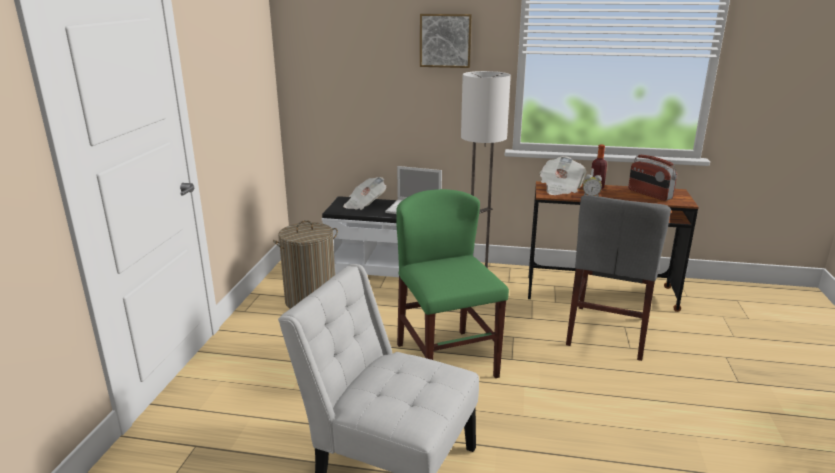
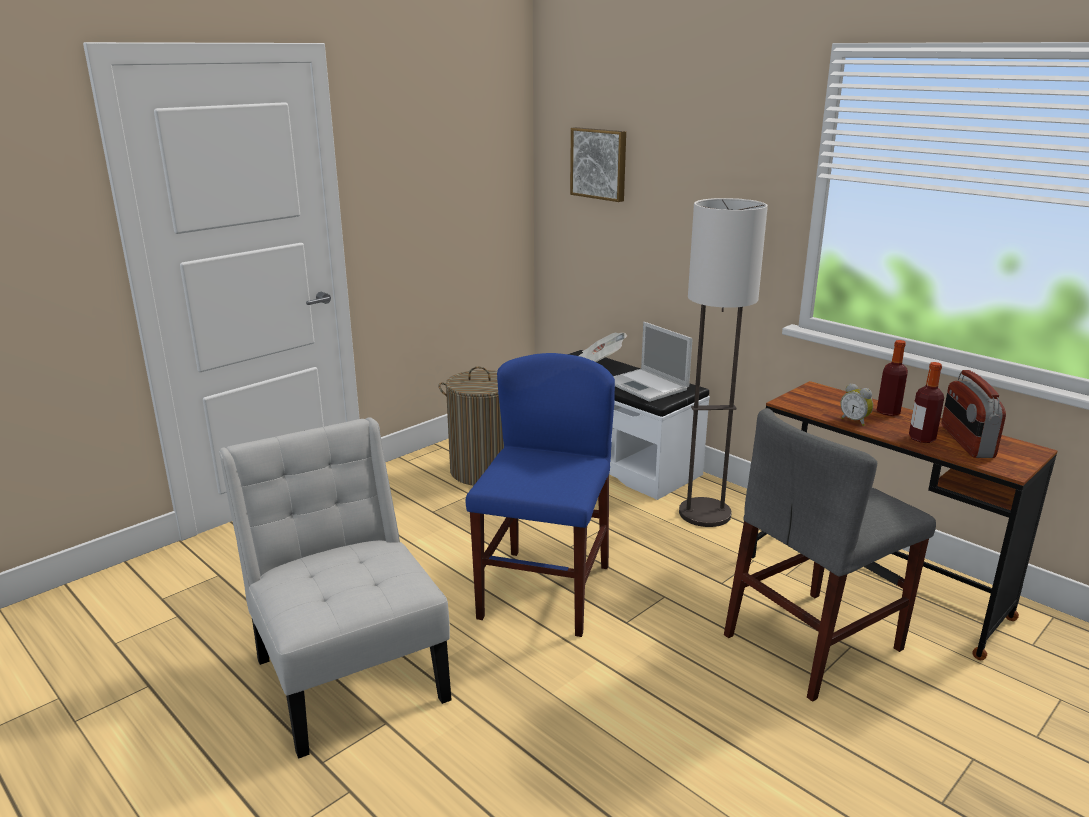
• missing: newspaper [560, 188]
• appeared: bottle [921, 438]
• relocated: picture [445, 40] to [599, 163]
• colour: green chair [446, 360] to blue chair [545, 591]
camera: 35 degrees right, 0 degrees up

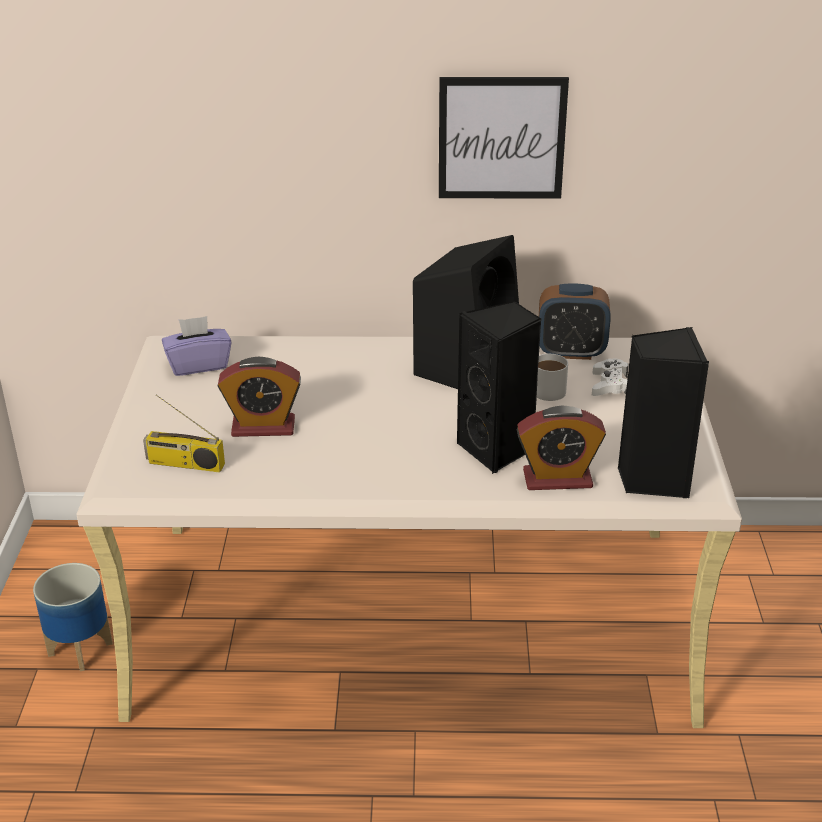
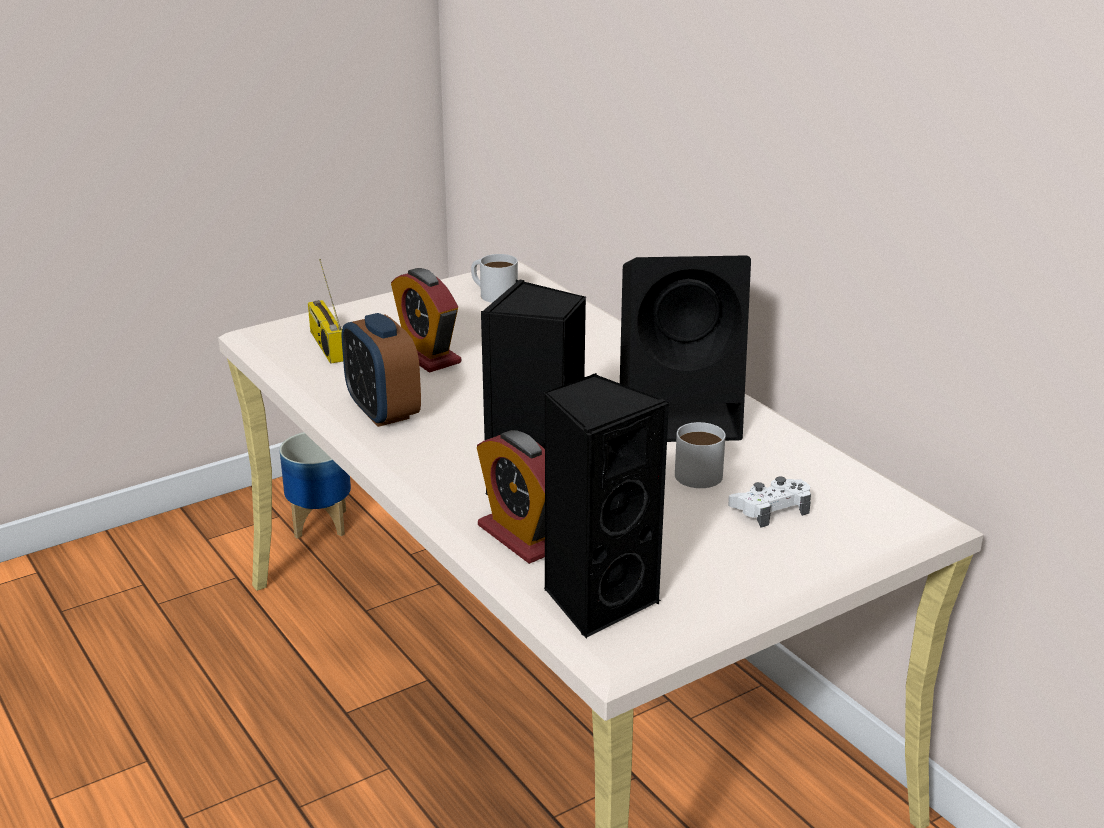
• missing: picture [501, 138]
• relocated: alarm clock [571, 352] to [383, 411]
• exchanged: purple tissue box [198, 365] to white mug [493, 293]
camera: 55 degrees right, 5 degrees down

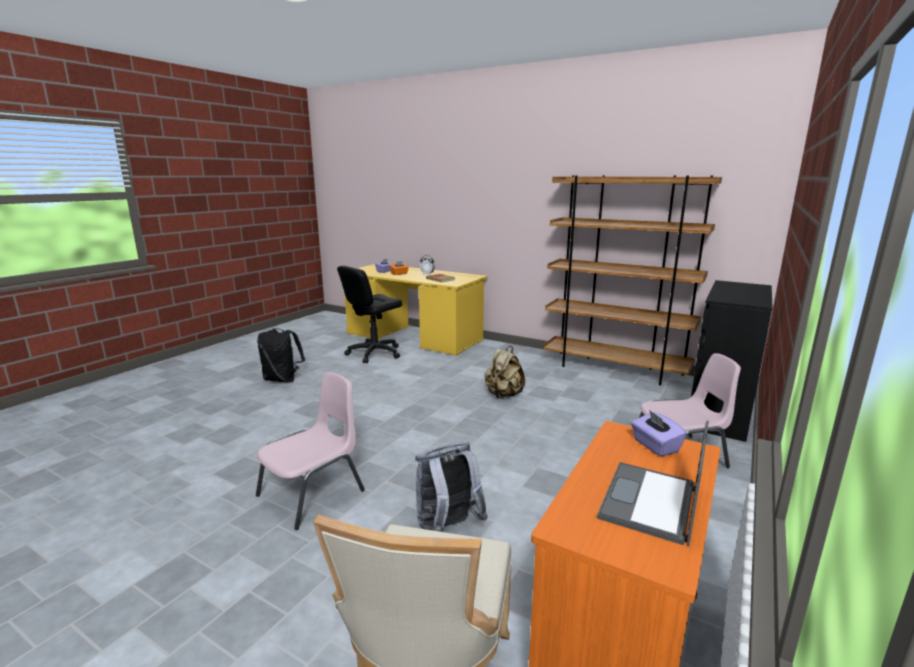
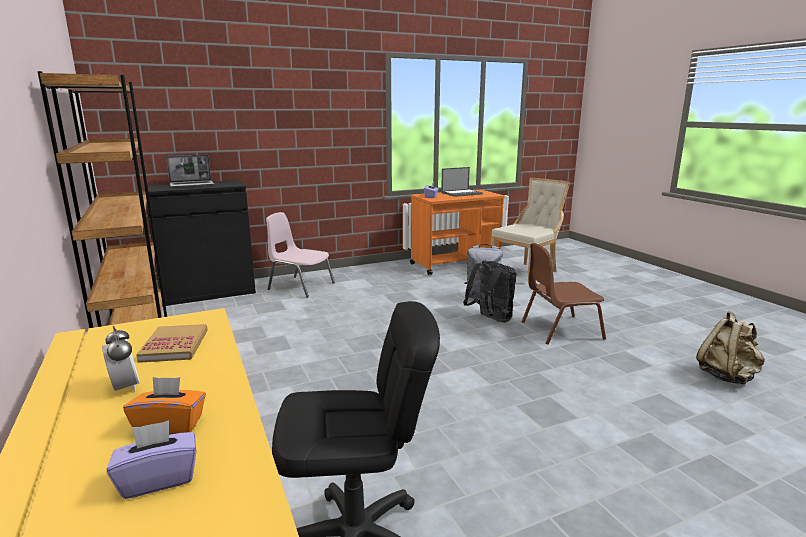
• appeared: laptop [192, 185]
• relocated: black backpack [282, 379] to [490, 319]
• relocated: beige backpack [503, 395] to [727, 376]
• colour: pink chair [313, 493] to brown chair [560, 330]
camera: 145 degrees left, 0 degrees up

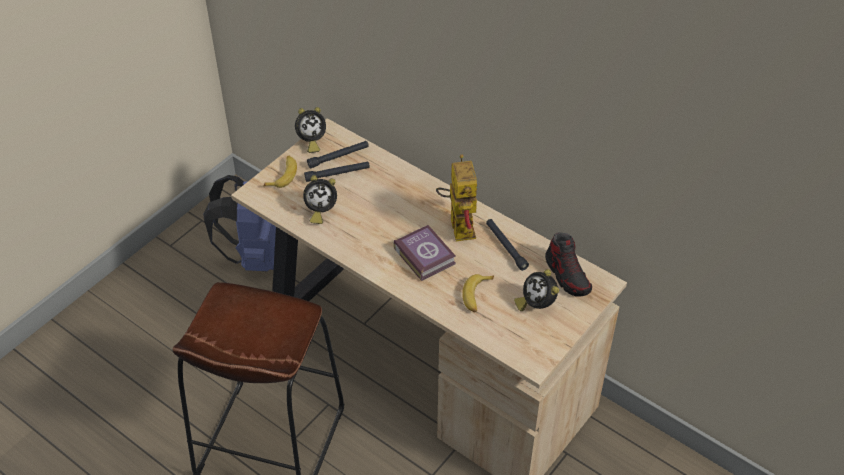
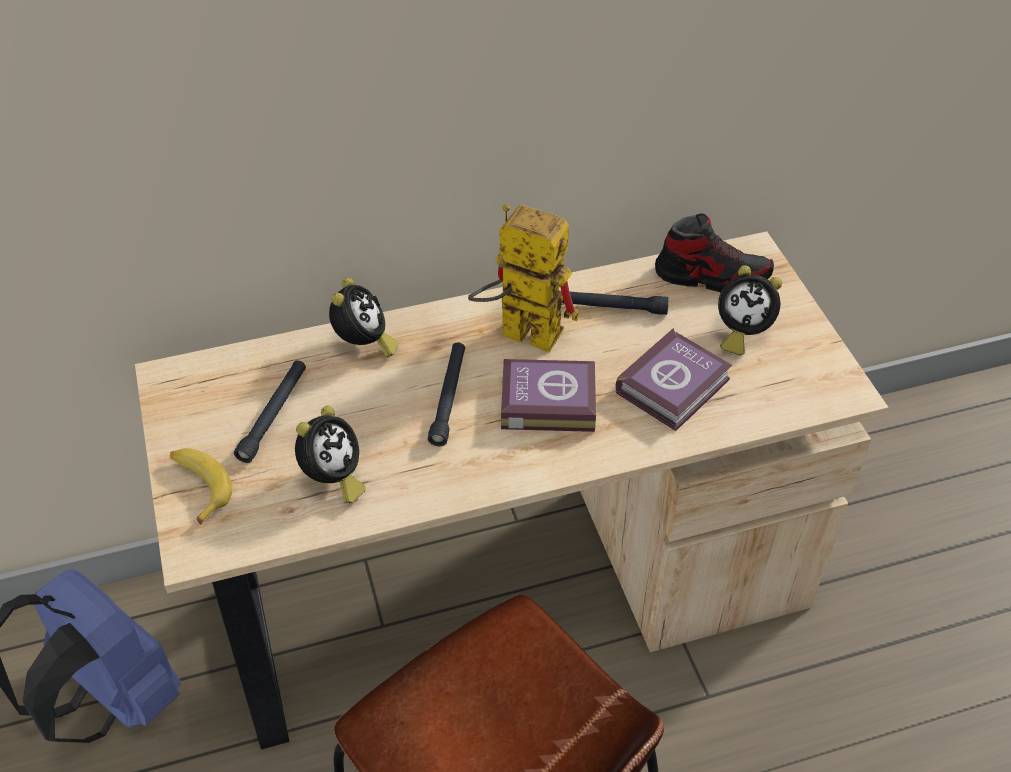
• relocated: alarm clock [311, 142] to [364, 344]
• relocated: black flashlight [338, 157] to [448, 397]
• exchanged: banana [477, 296] to book [675, 385]
camera: 55 degrees left, 0 degrees up

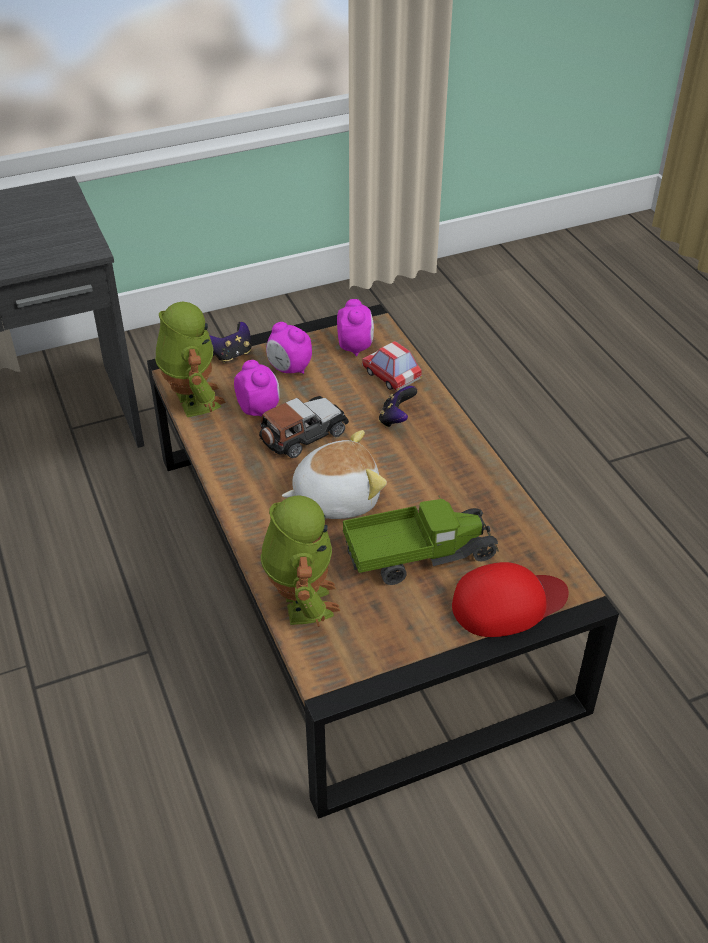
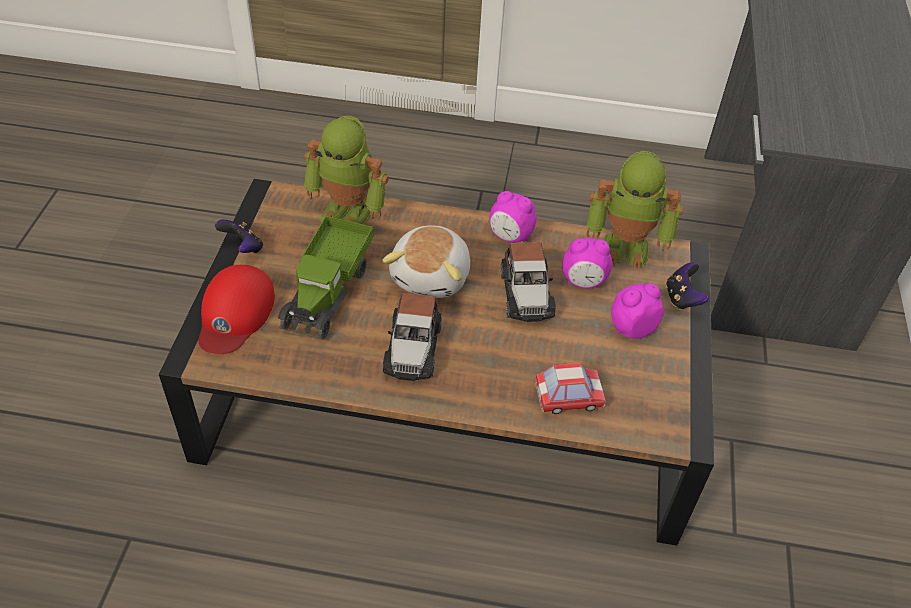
• appeared: toy car [413, 348]
• relocated: alarm clock [355, 347] to [510, 236]
• relocated: game controller [396, 419] to [243, 248]
camera: 120 degrees right, 5 degrees up

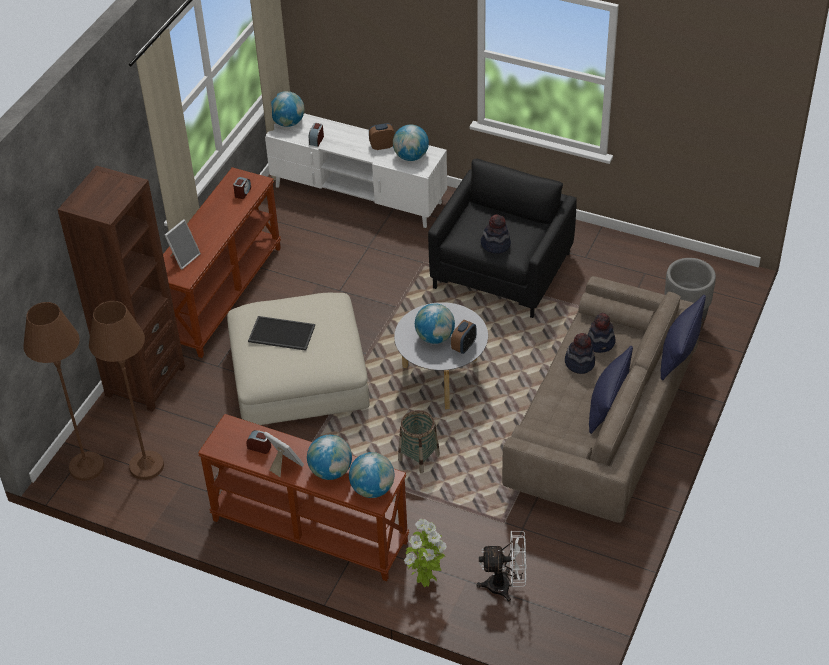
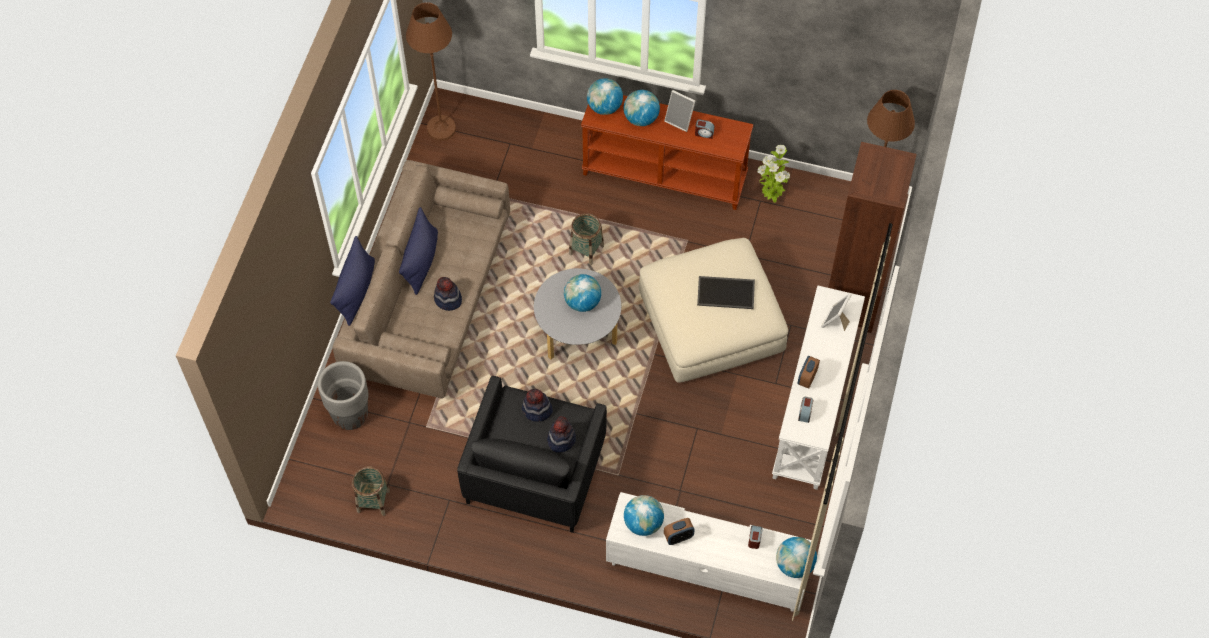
• missing: white fan [505, 586]
• appeared: basket [373, 501]
• relocated: brown floor lamp [146, 466] to [441, 128]
• relocated: potted plant [425, 581] to [771, 196]
• relocated: alarm clock [464, 346] to [807, 378]
• relocated: hat [600, 343] to [561, 439]
• colour: brown console table [222, 294] to white console table [814, 410]
camera: 170 degrees right, 15 degrees up

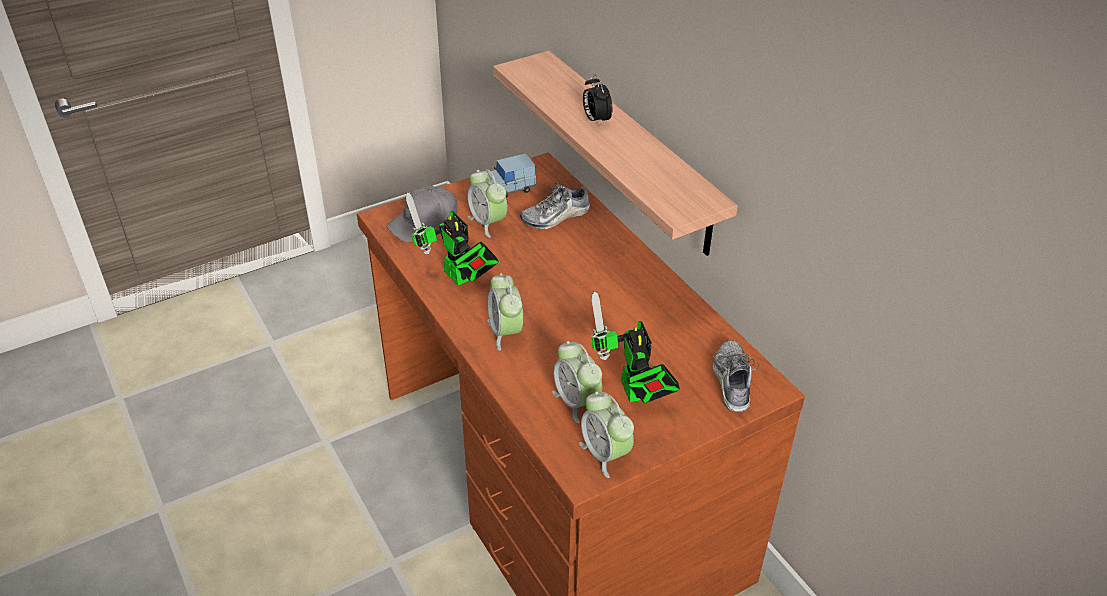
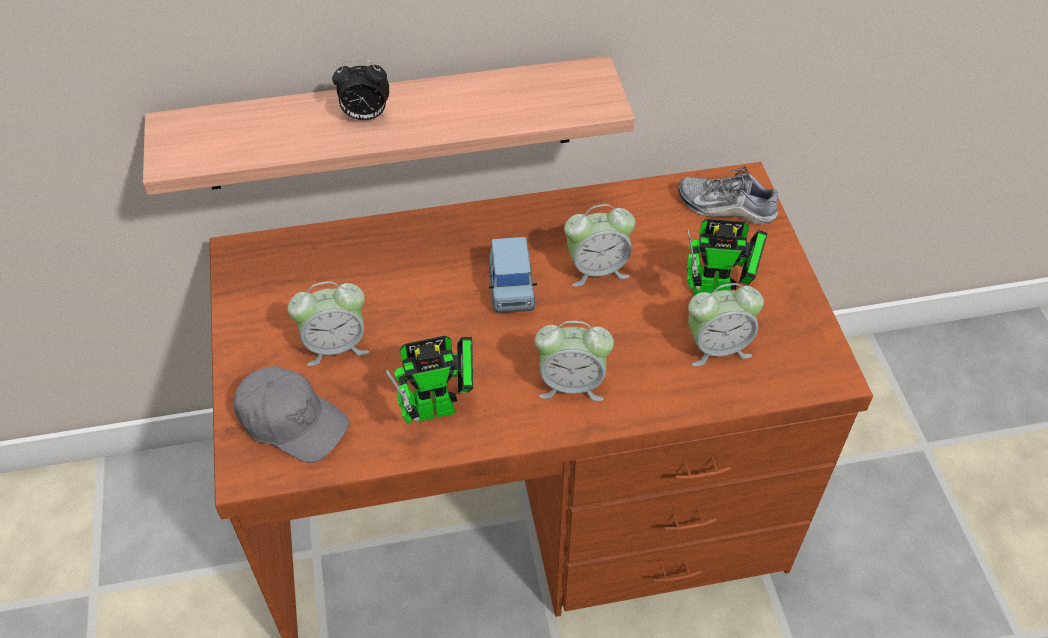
• missing: shoe [555, 217]
• relocated: blue toy car [511, 188] to [511, 290]
• relocated: alarm clock [605, 454] to [597, 269]
• spun: grey cap [424, 222] = [292, 421] 45 degrees counterclockwise
camera: 70 degrees left, 10 degrees up

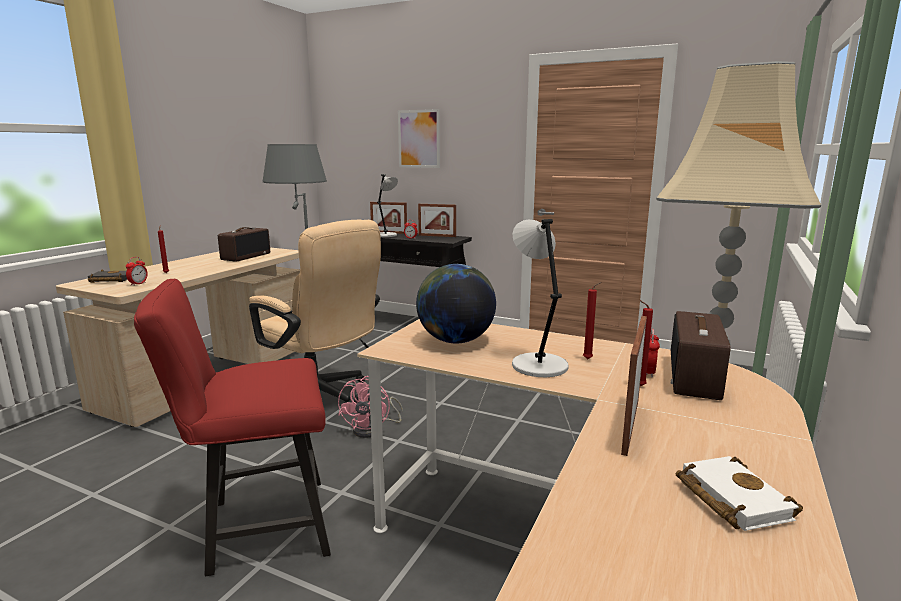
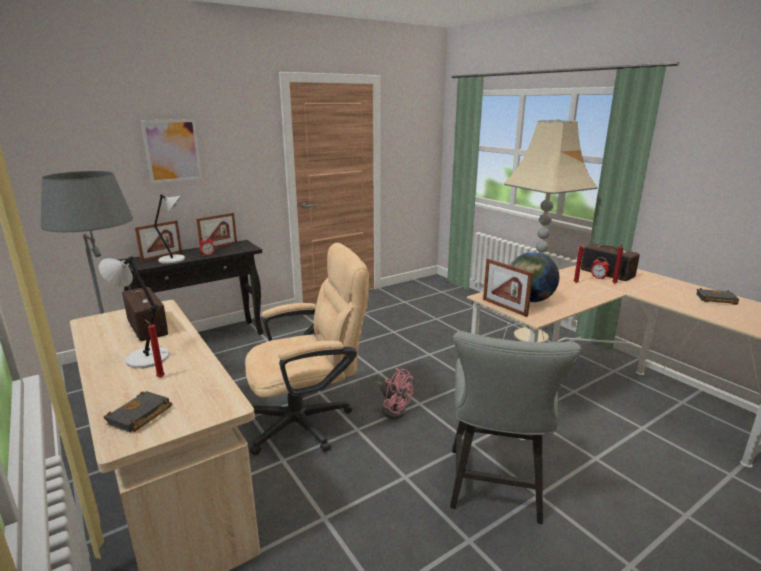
• missing: alarm clock [138, 284]
• relocated: grey table lamp [537, 365] to [145, 358]
• relocated: picture frame [630, 425] to [504, 307]
• colour: red chair [257, 528] to grey chair [495, 490]
• colour: white book [729, 498] to black book [715, 300]
camera: 60 degrees left, 5 degrees up

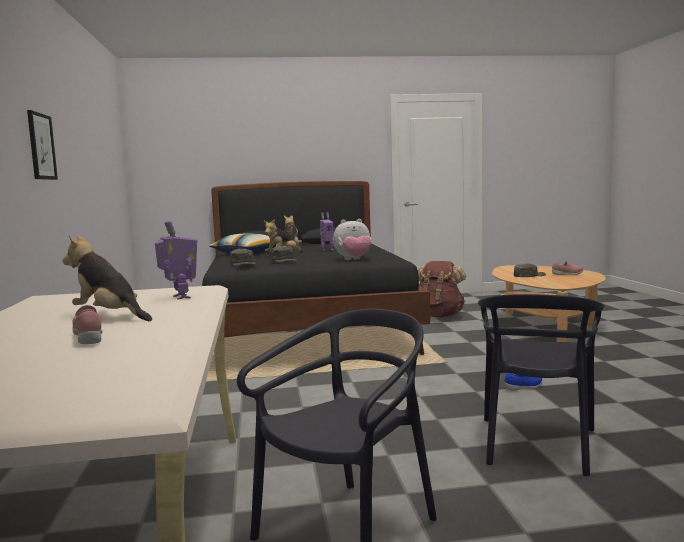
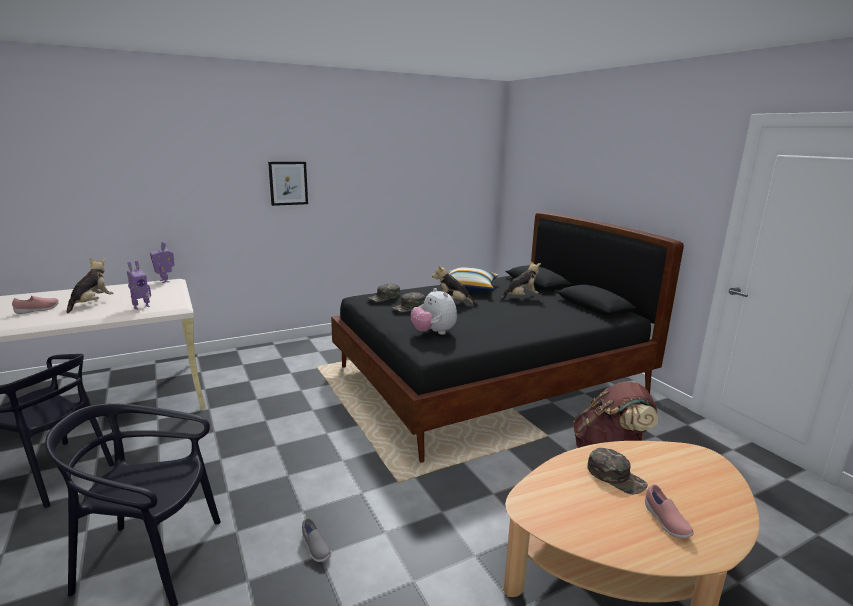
• relocated: toy robot [327, 250] to [165, 281]
• colour: blue shoe [524, 387] to grey shoe [315, 548]
camera: 70 degrees right, 10 degrees up

